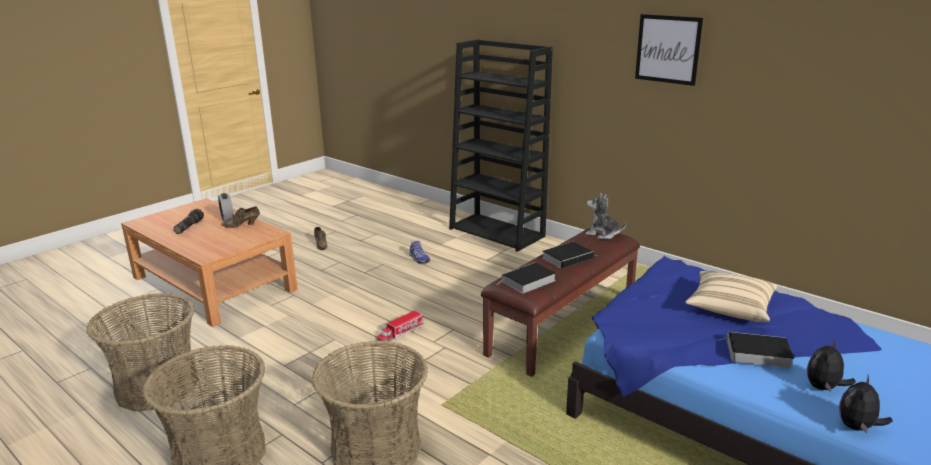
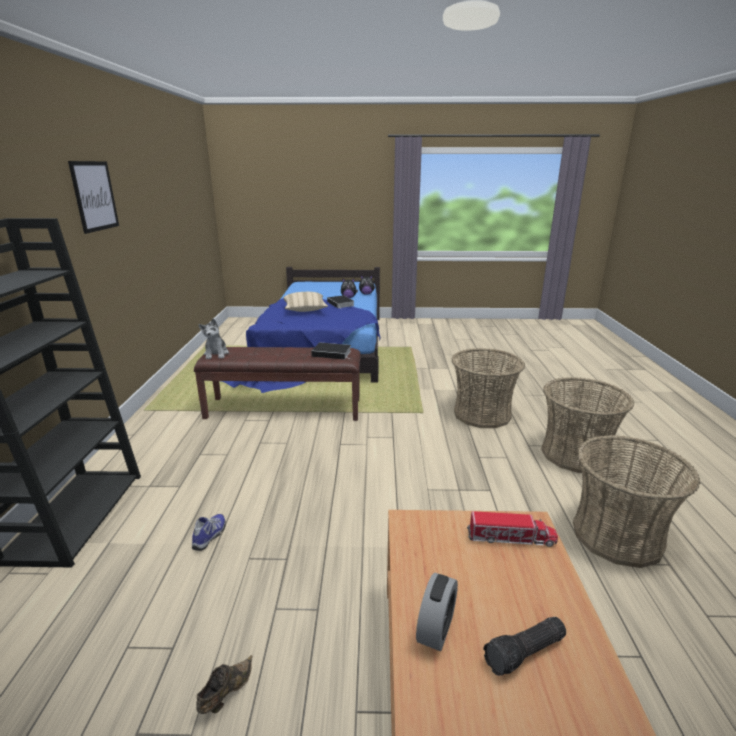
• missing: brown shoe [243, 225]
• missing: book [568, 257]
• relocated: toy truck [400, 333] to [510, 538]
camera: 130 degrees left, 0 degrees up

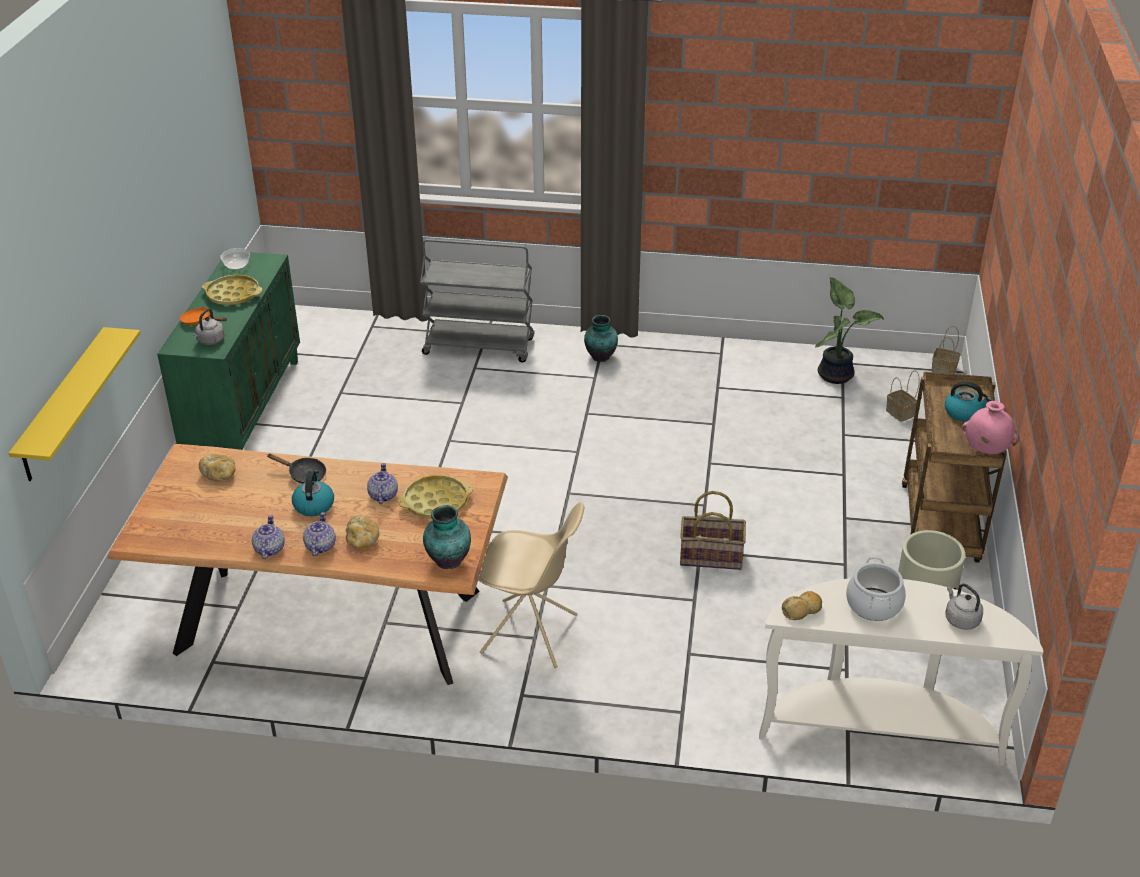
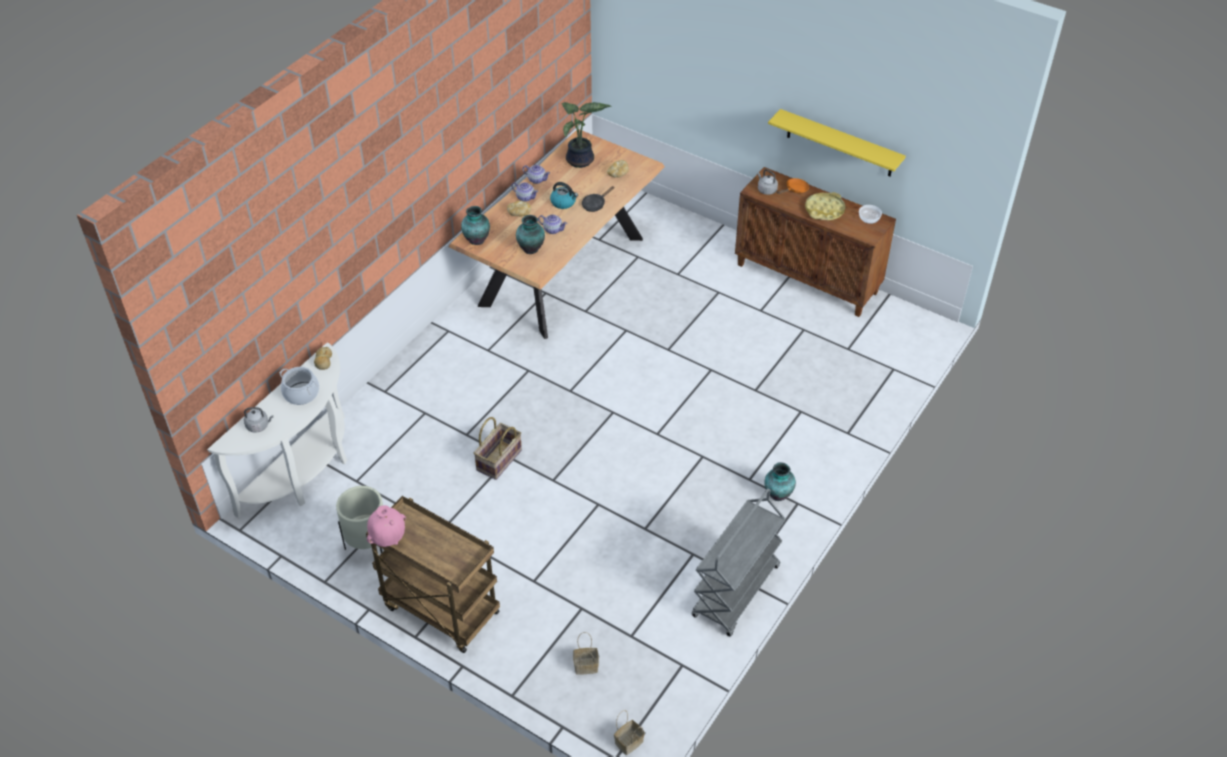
• missing: beige chair [531, 634]
• missing: kettle [963, 412]
• relocated: yellow shelf [63, 405] to [840, 144]
• relocated: grey cart [480, 346] to [736, 592]
• relocated: potted plant [836, 374] to [581, 161]
• exchanged: yellow tray [436, 502] to vase [531, 248]
• colour: green cabinet [244, 408] to brown cabinet [808, 278]
camera: 115 degrees right, 10 degrees up

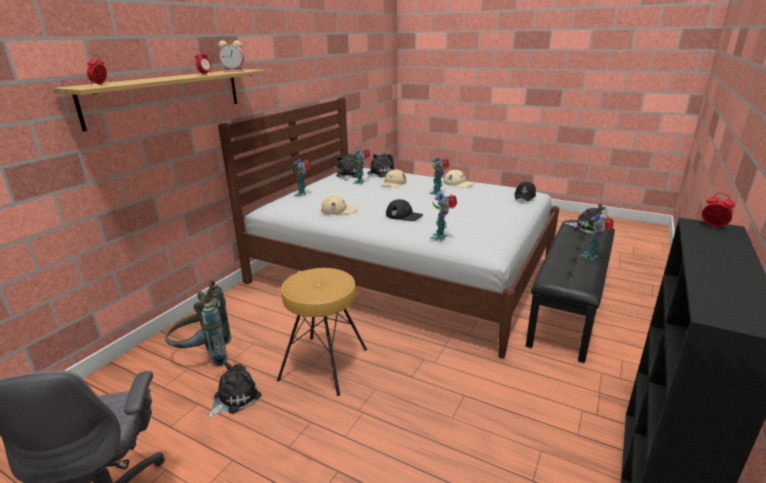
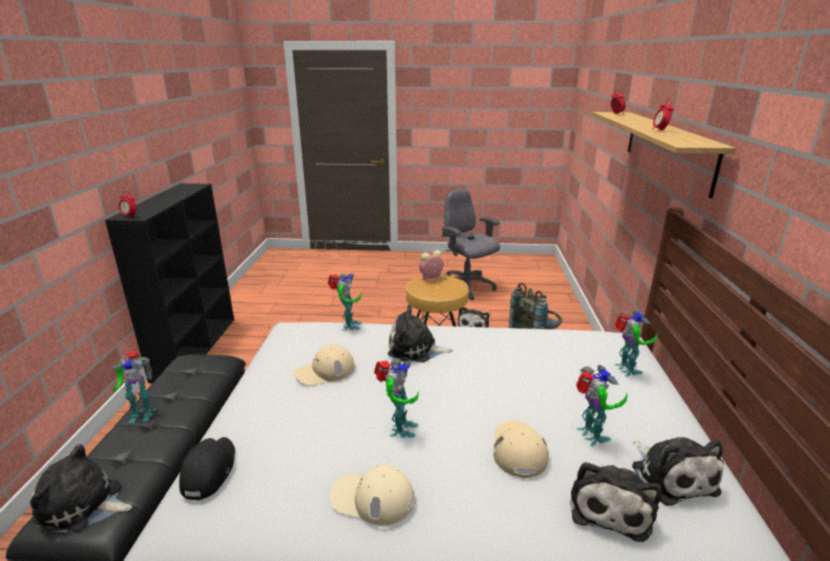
• relocated: alarm clock [234, 71] to [430, 278]
• relocated: beige cap [339, 210] to [325, 371]
• exchanged: black cap [404, 215] to plush toy [415, 349]
• spun: toy robot [592, 256] = [141, 413] 60 degrees clockwise
camera: 155 degrees right, 0 degrees up

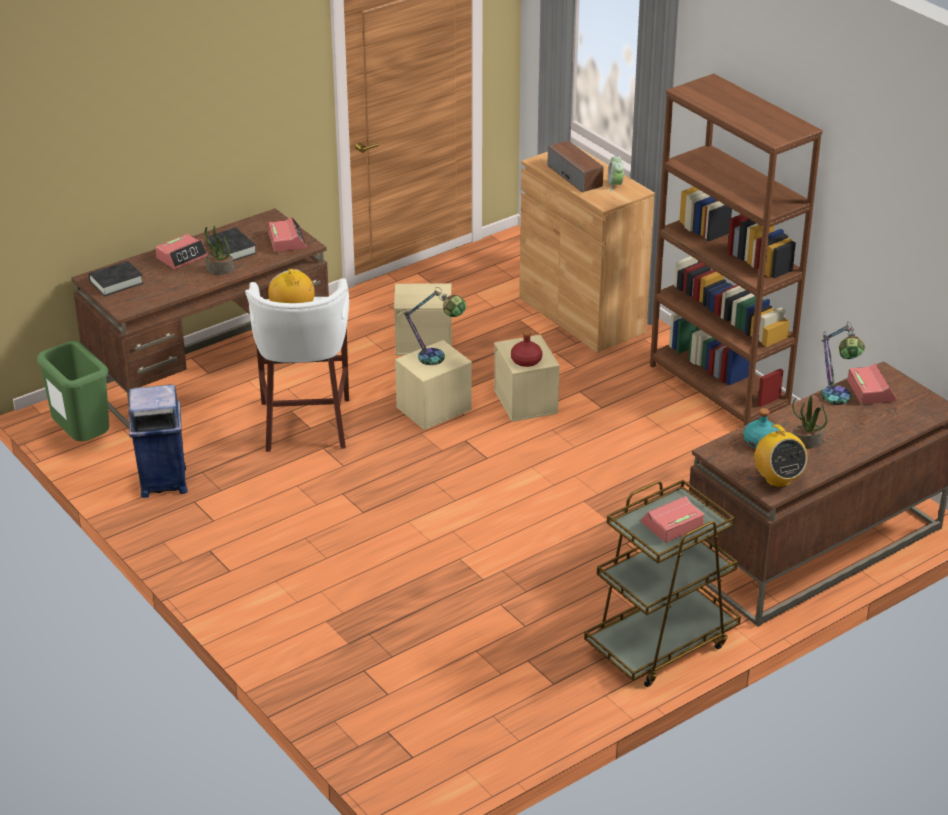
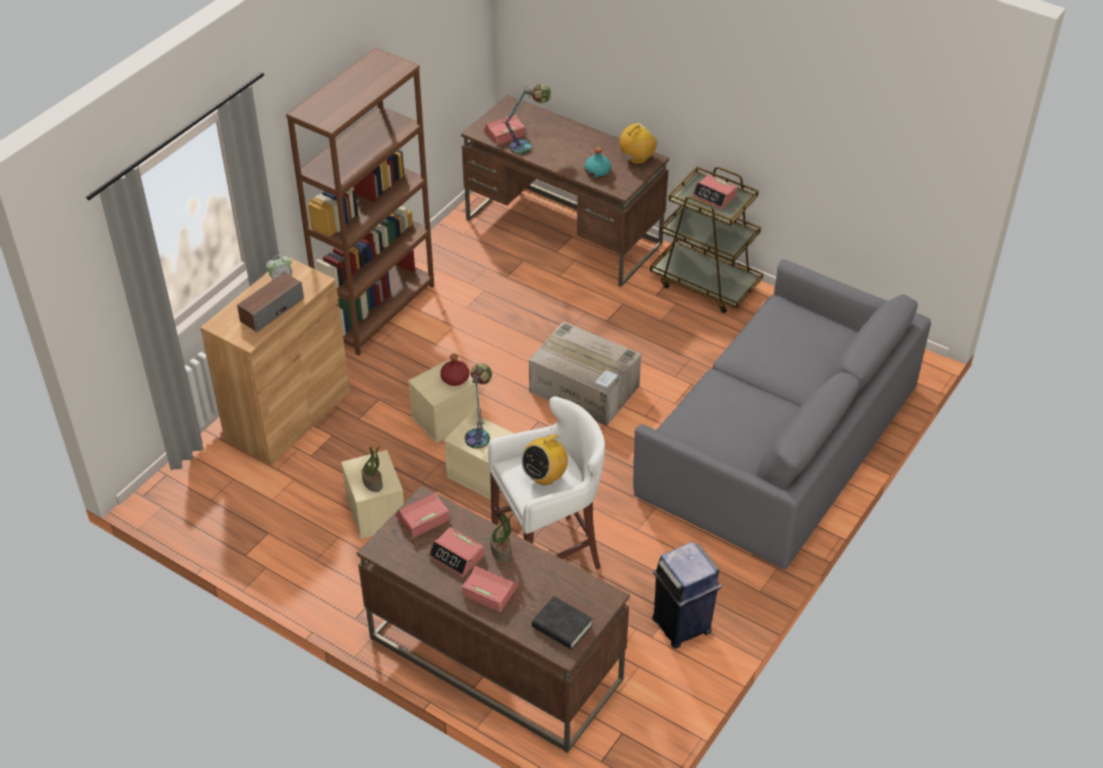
• missing: green trash can [81, 439]
• appeared: cardboard box [585, 389]
• appeared: grey sofa [778, 441]
• relocated: potted plant [806, 443] to [373, 483]
• exchanged: black book [231, 249] to alarm clock [457, 556]
camera: 110 degrees left, 10 degrees up

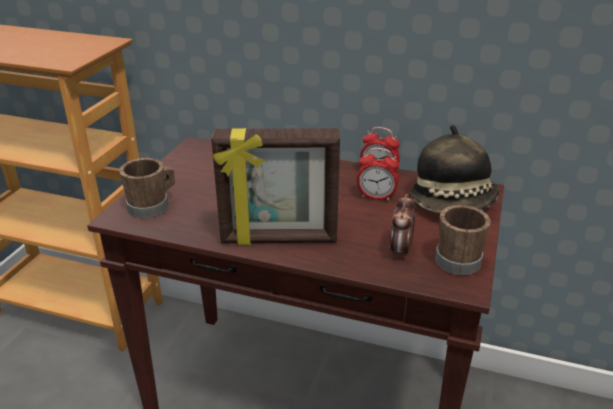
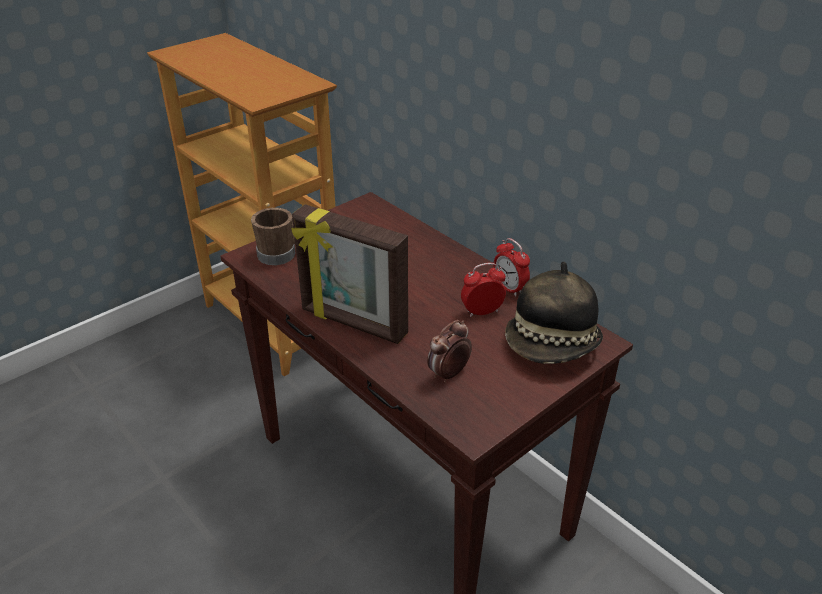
• missing: brown mug [459, 258]
• spun: alarm clock [376, 197] = [482, 312] 120 degrees clockwise
camera: 30 degrees right, 5 degrees up

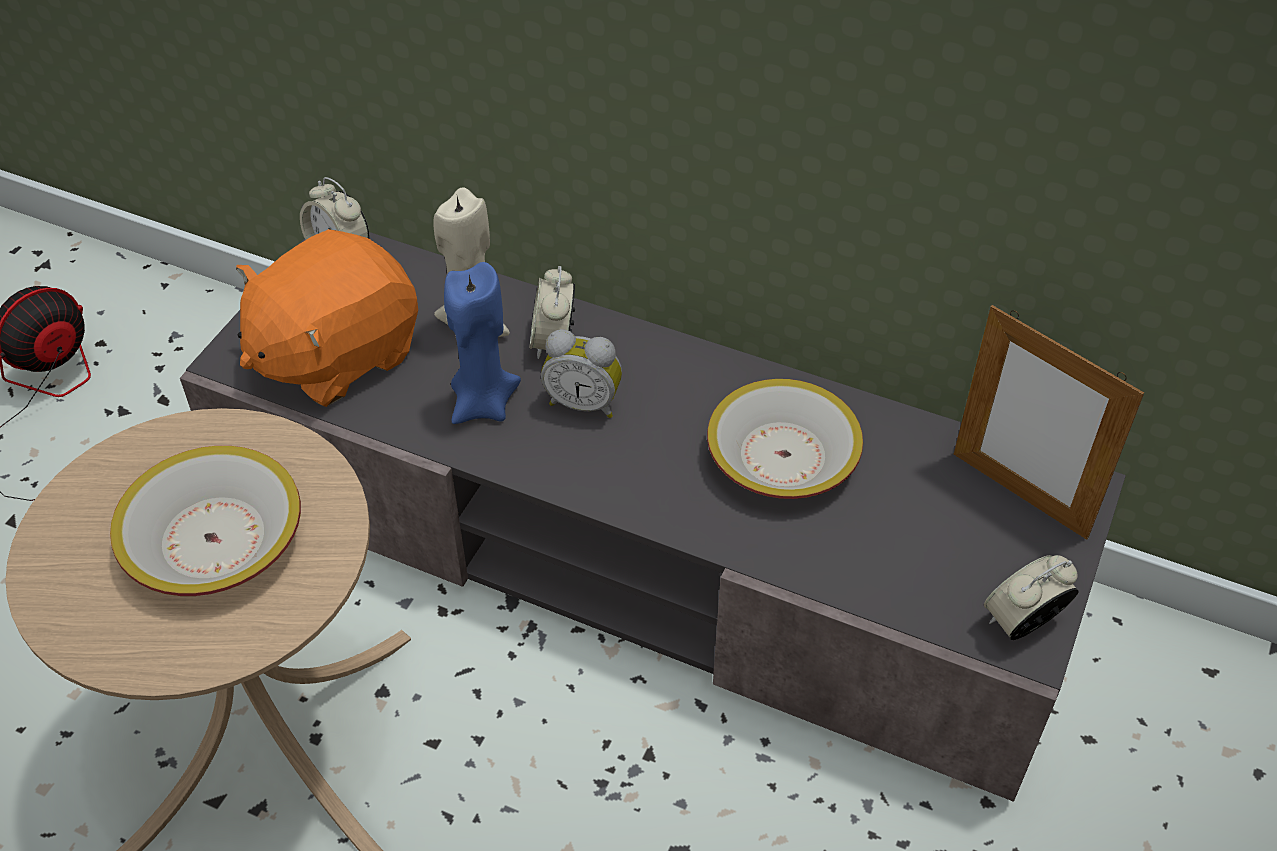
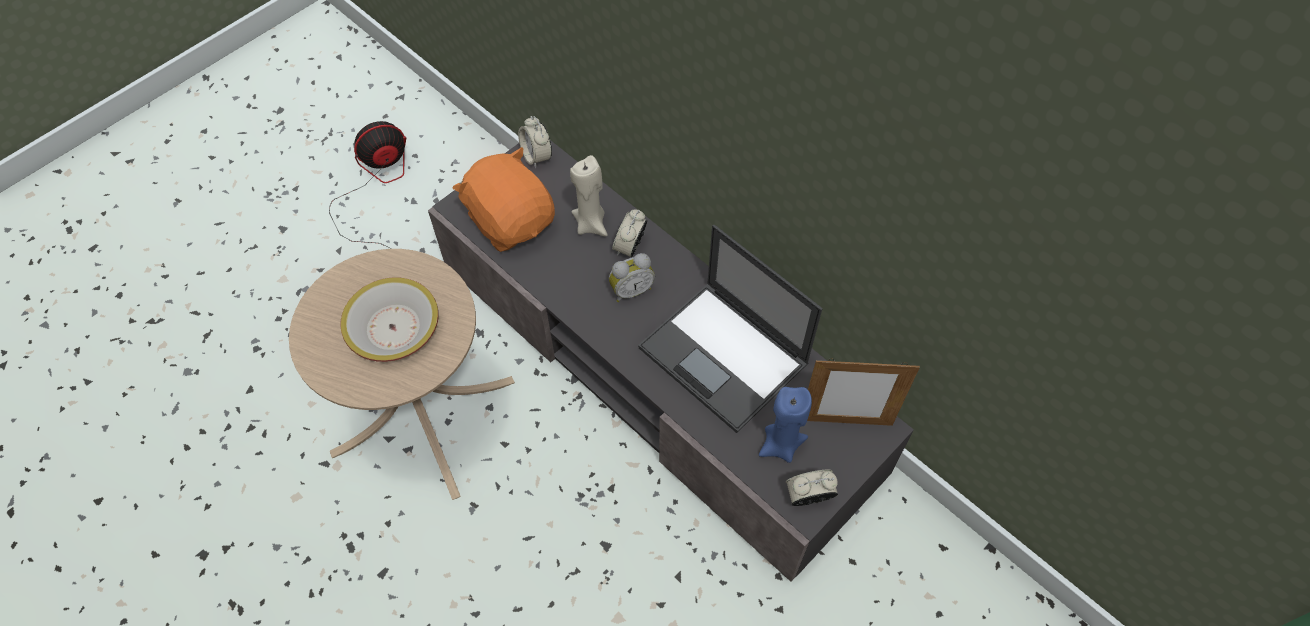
• relocated: blue candle [483, 404] to [780, 445]
• exchanged: bowl [783, 456] to laptop [725, 356]
• spun: orange plush toy [335, 355] = [511, 220] 75 degrees clockwise
• spun: alarm clock [584, 402] = [631, 290] 60 degrees counterclockwise
• spun: picture frame [1019, 495] = [845, 422] 60 degrees counterclockwise
camera: 20 degrees right, 10 degrees up

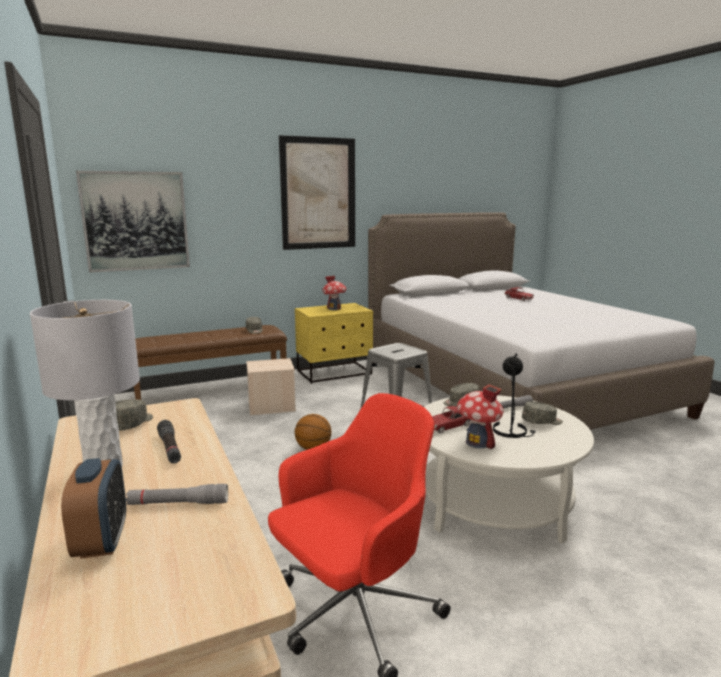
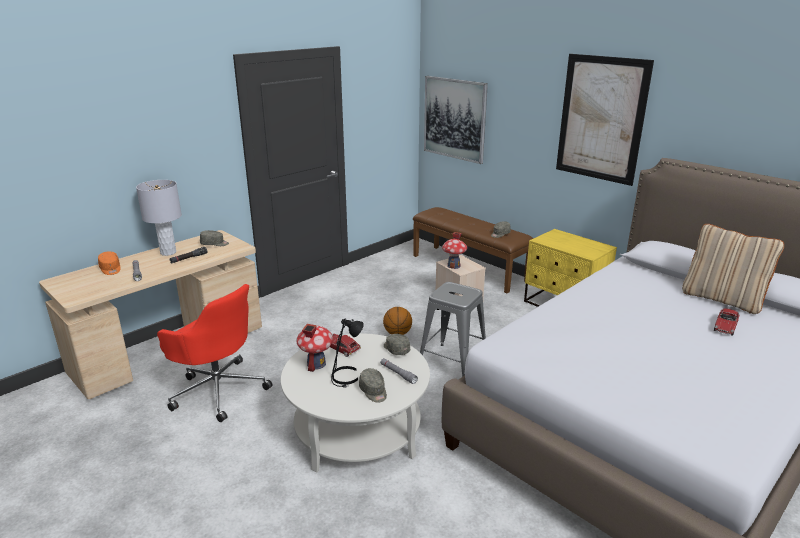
• appeared: beige pillow [722, 299]
• relocated: toy house [334, 308] to [454, 266]
• exchanged: alarm clock [102, 542] to orange cap [110, 269]
camera: 70 degrees right, 10 degrees up

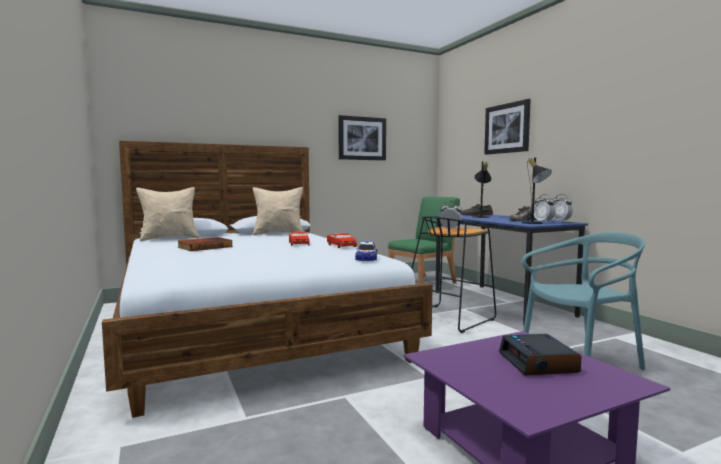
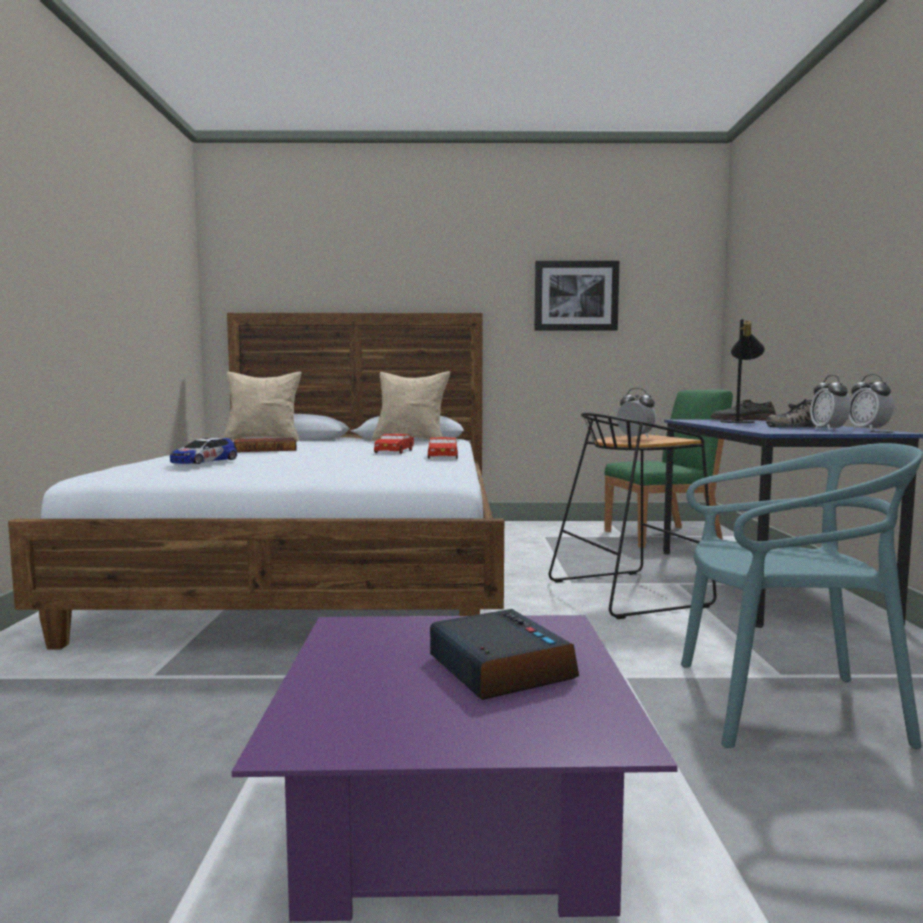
• missing: picture [507, 128]
• missing: black table lamp [534, 223]
• relocated: toy car [366, 257] to [204, 461]
• spun: alarm clock [539, 363] = [498, 668] 135 degrees clockwise
camera: 25 degrees right, 0 degrees up

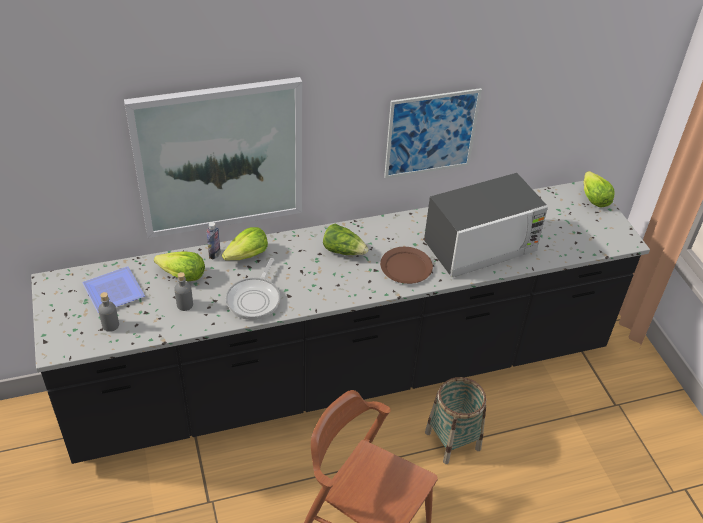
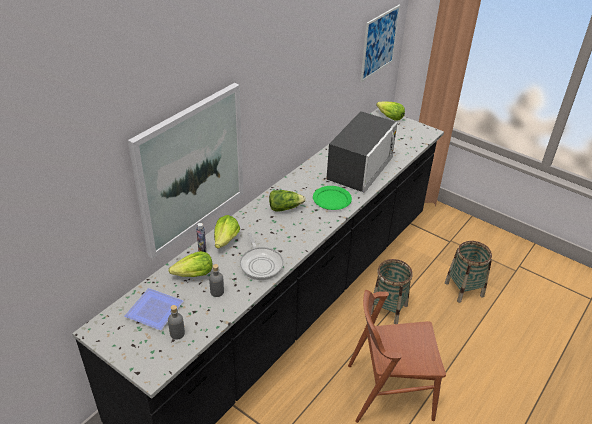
• appeared: basket [464, 289]
• relocated: picture [431, 133] to [379, 43]
• colour: brown plate [405, 267] to green plate [331, 199]
camera: 35 degrees left, 5 degrees down

